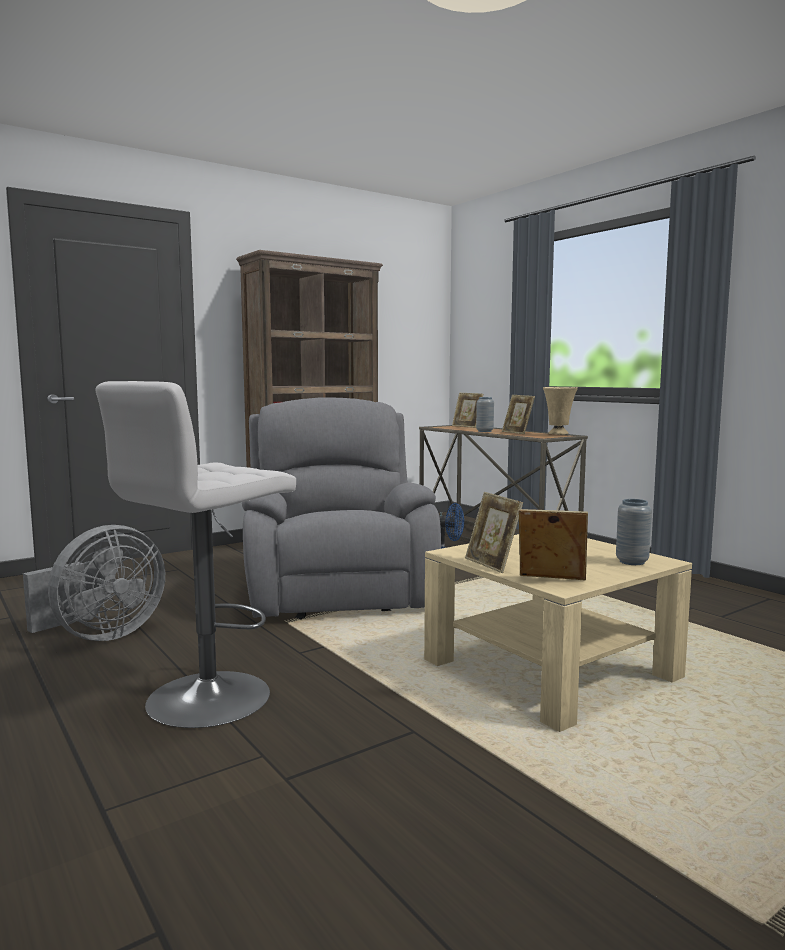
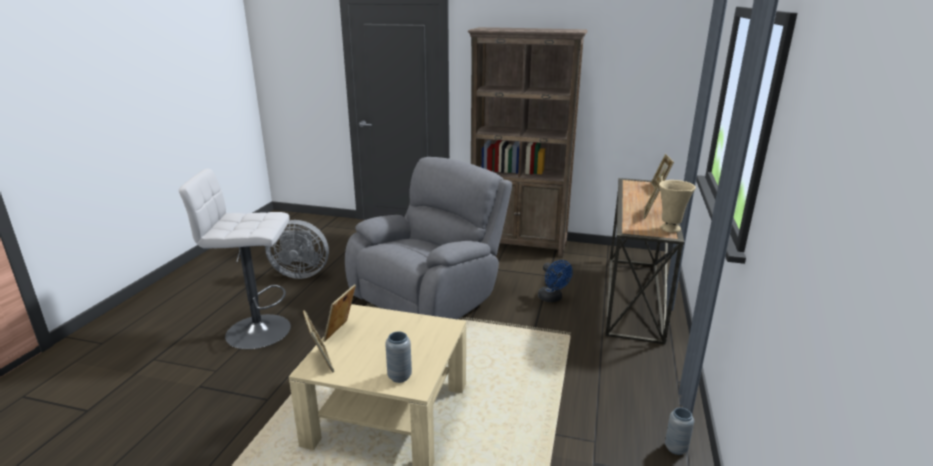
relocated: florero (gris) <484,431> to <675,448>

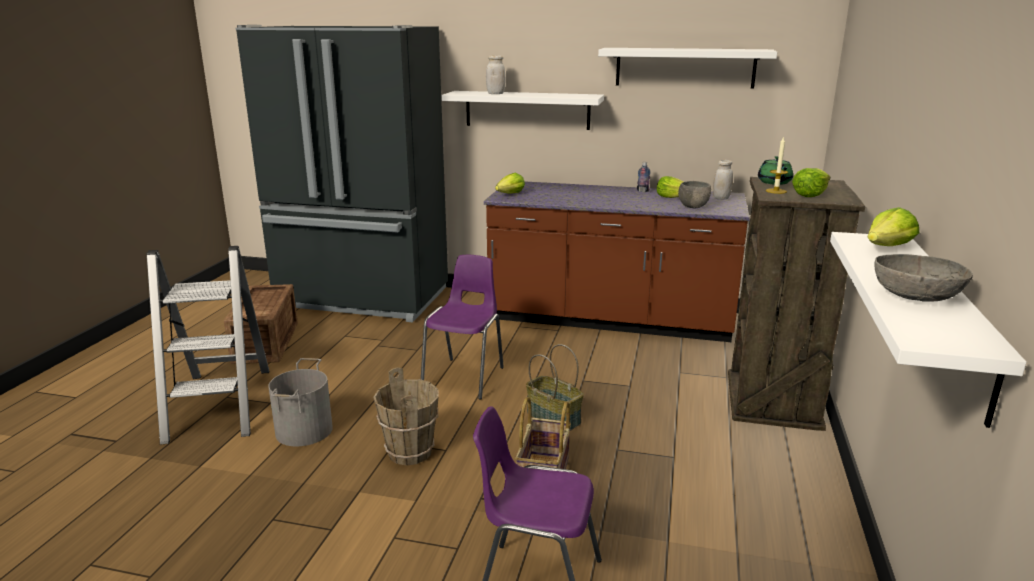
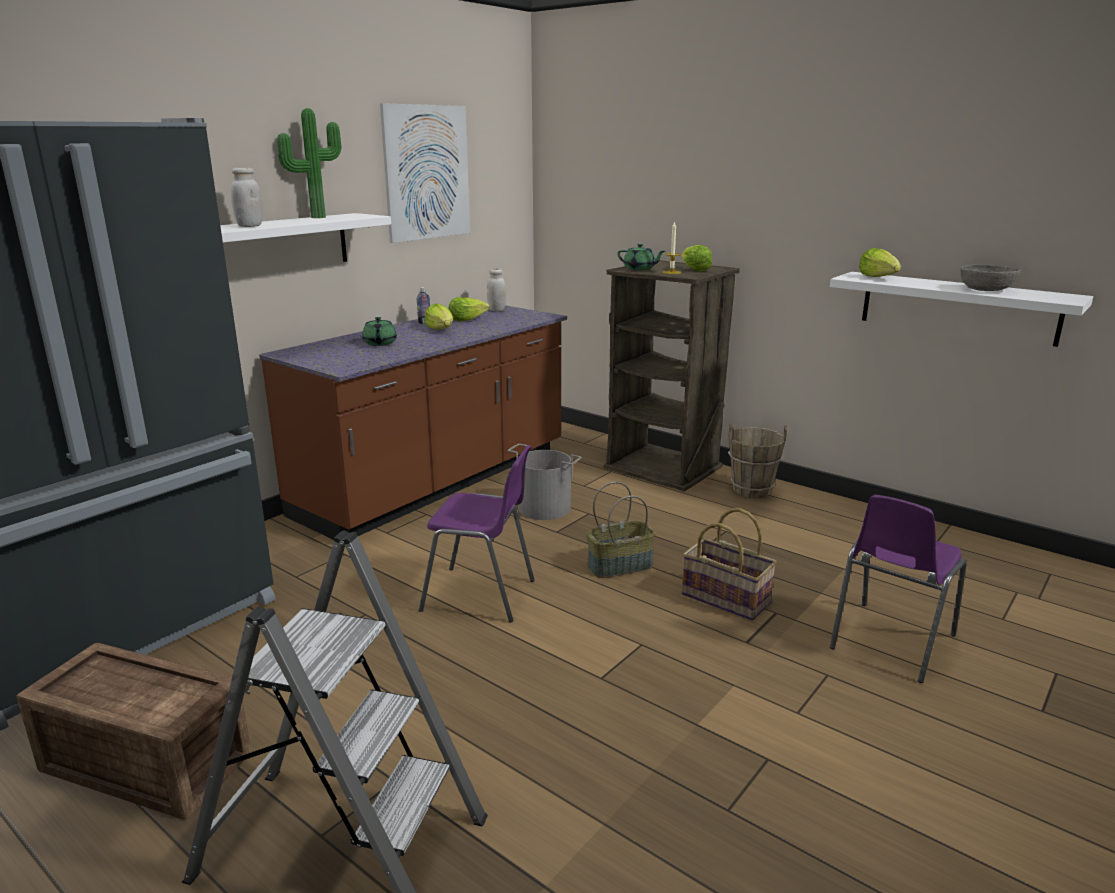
missing: cuenco (gris) <693,207>
appeared: planta en maceta <317,217>; tetera (verde) <379,343>
relocated: lechuga <510,194> to <441,330>; cubo (gris) <303,430> to <543,508>; cubo (marrón) <410,452> to <751,490>
exchanged: estante (blanco) <685,67> to cuadro <427,173>
spun: silla (morado) <465,377> = <481,595> 150 degrees clockwise

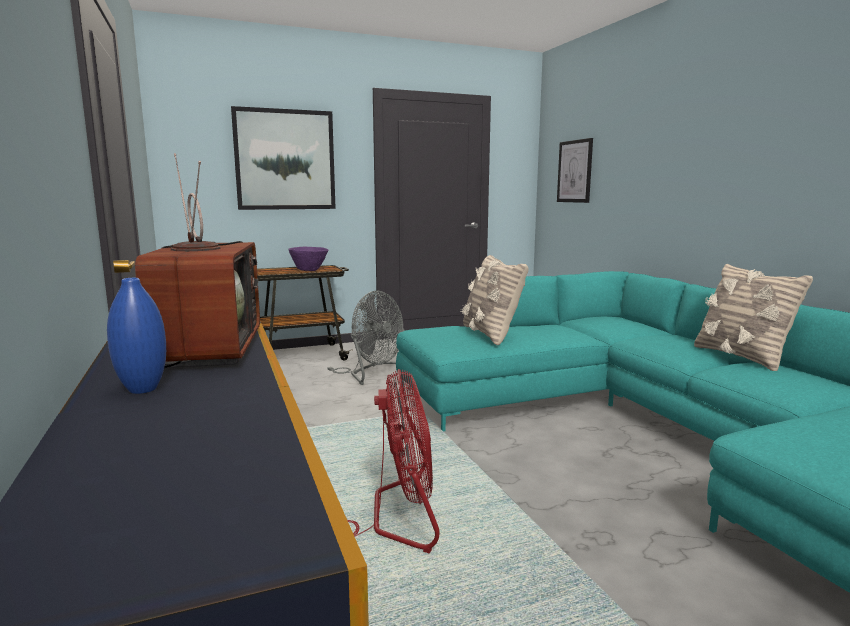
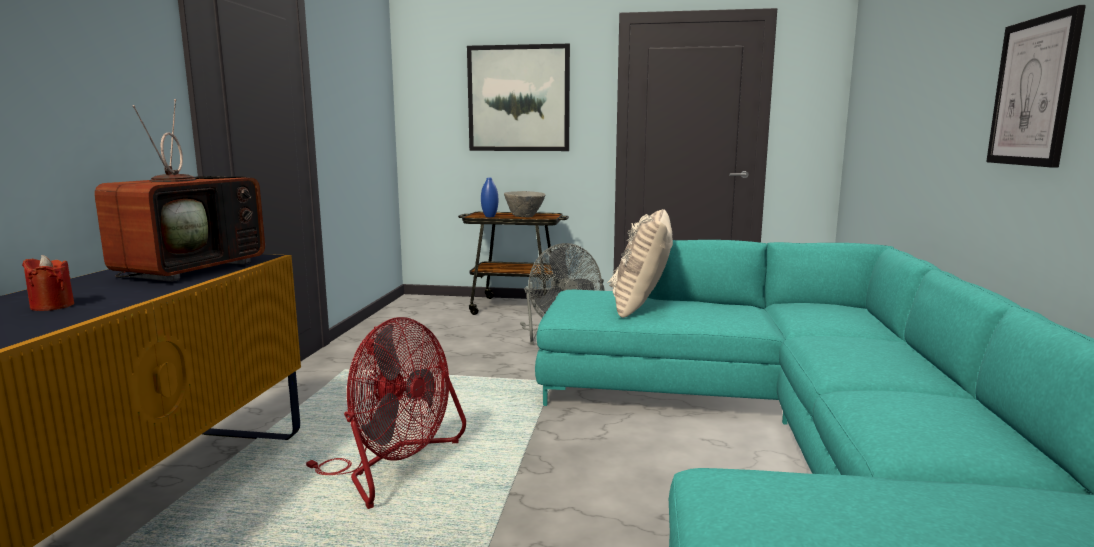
missing: cojín (beis) <741,357>
appeared: vela (rojo) <52,306>
relocated: cuadro <575,171> to <1033,92>; florero (azul) <142,389> to <489,216>
colour: cuenco (morado) <309,270> to cuenco (gris) <524,216>

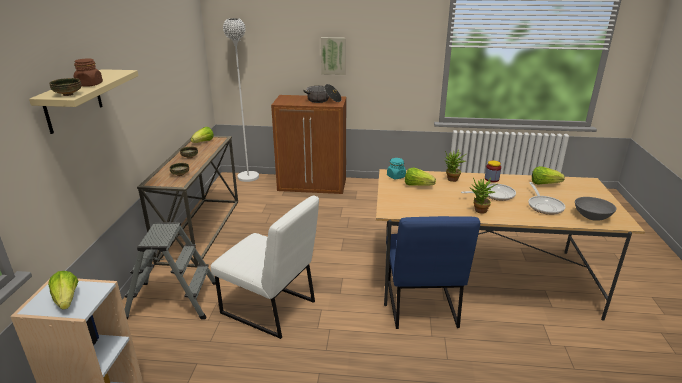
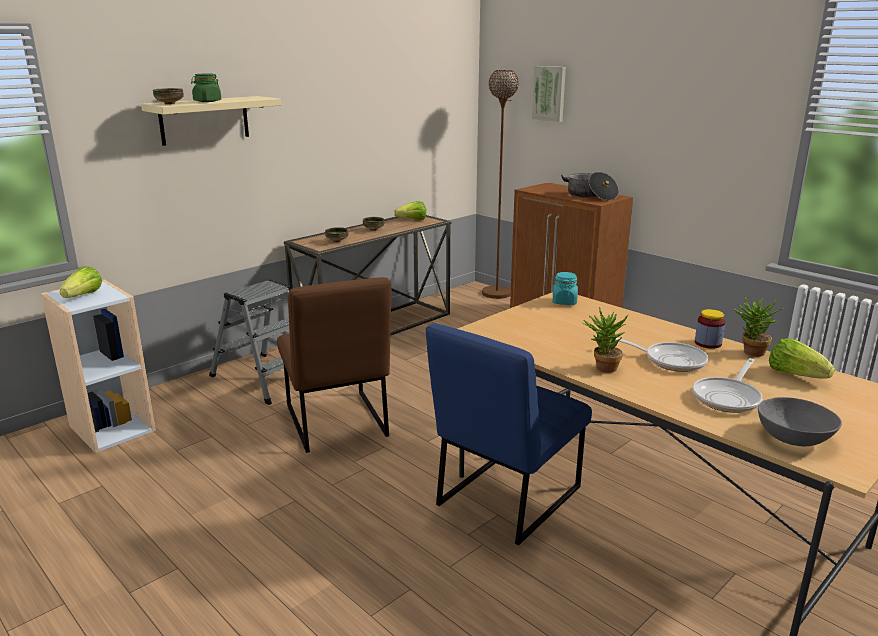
missing: lechuga <417,185>
relocated: cuadro <333,56> to <549,93>; planta en maceta <451,180> to <750,353>
colour: lámpara de pie (blanco) <248,177> to lámpara de pie (marrón) <497,293>; tarro (marrón) <89,85> to tarro (verde) <207,101>; silla (blanco) <270,308> to silla (marrón) <336,422>

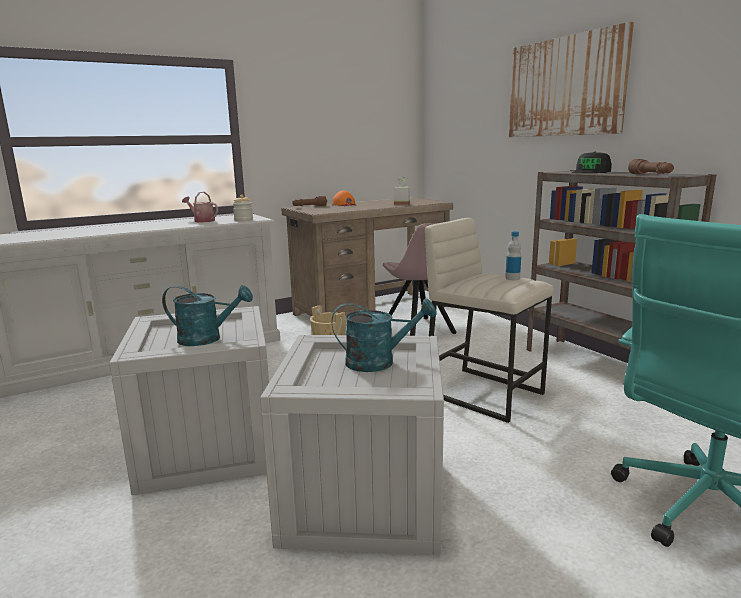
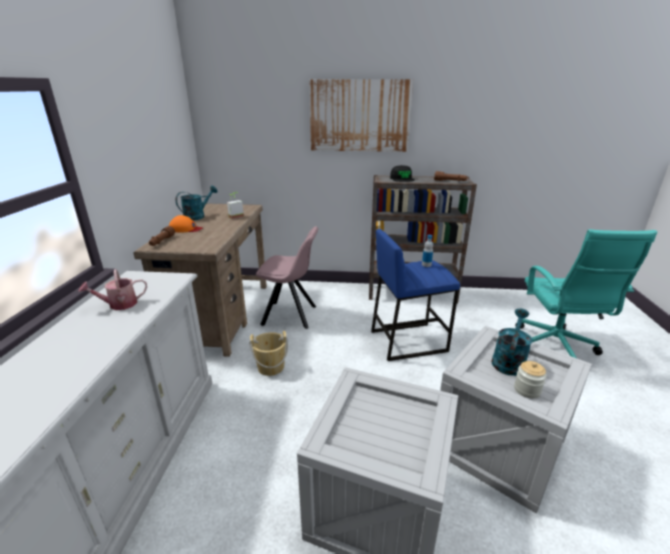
relocated: tarro <243,220> to <527,390>; regadera (turquesa) <207,339> to <197,216>
colour: taburete (beis) <483,393> to taburete (azul) <408,341>

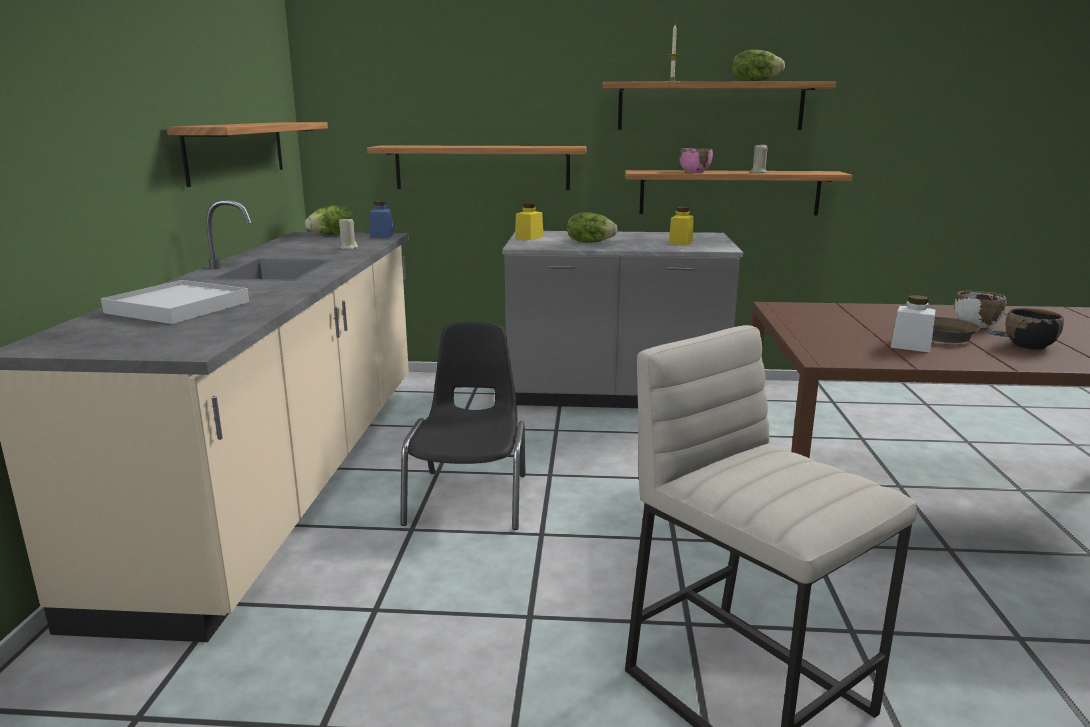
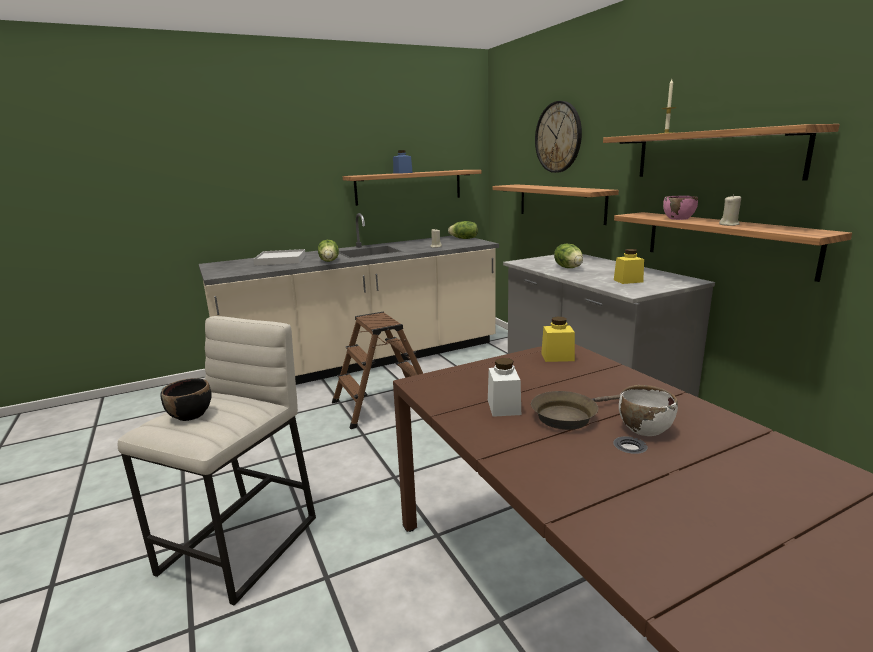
appeared: reloj de pared <558,137>
relocated: lechuga <754,81> to <329,261>; tarro (azul) <382,235> to <402,173>; tarro (amarillo) <529,237> to <557,357>; cuenco (negro) <1029,345> to <191,414>
exchanged: silla (negro) <470,498> to escalera de tijera (marrón) <384,404>

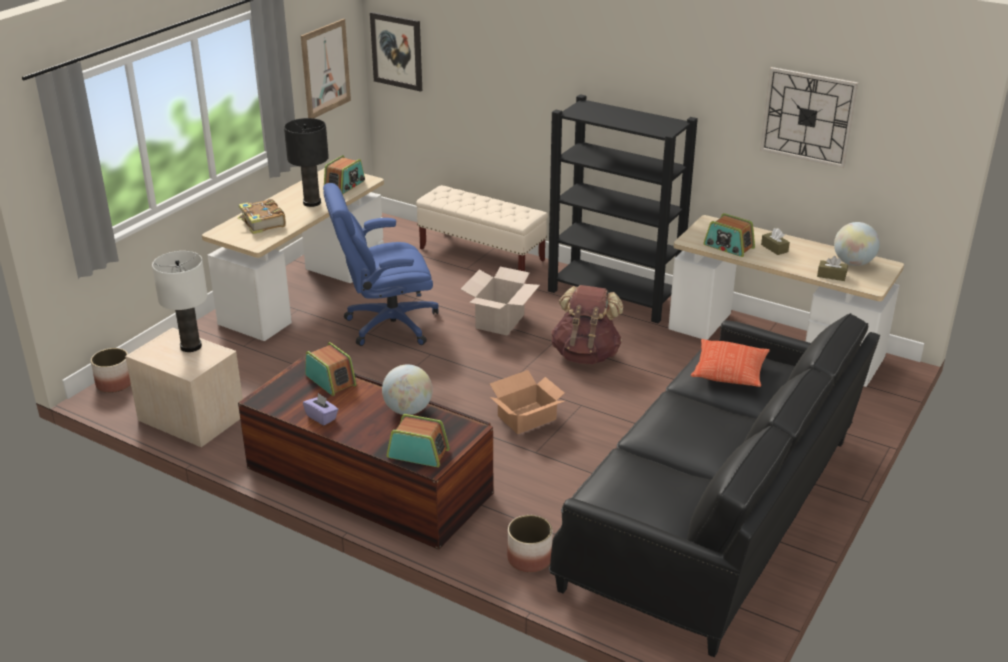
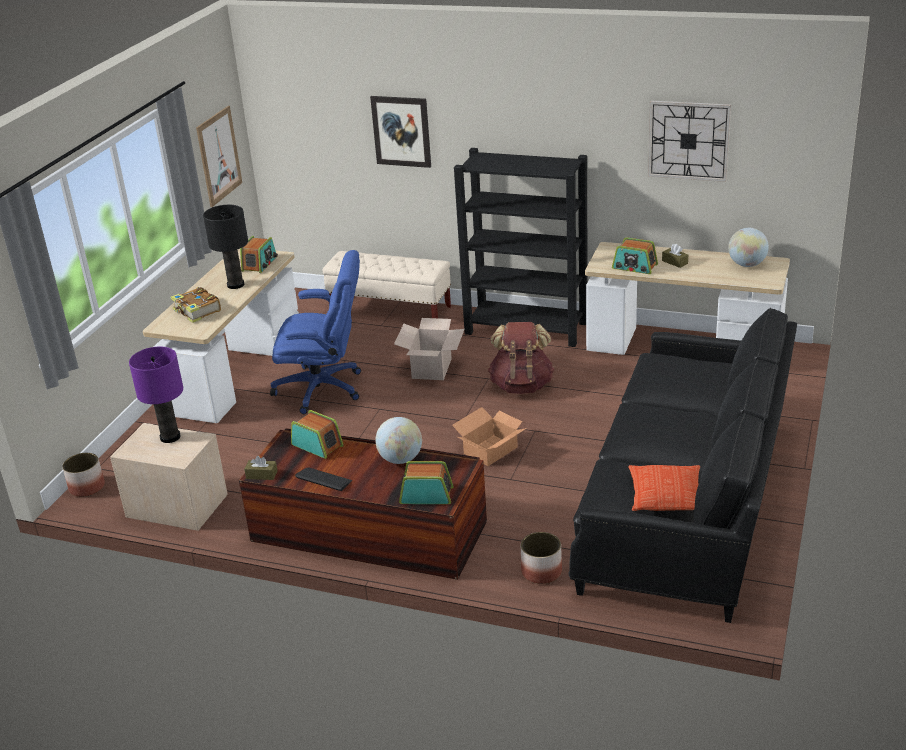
relocated: cuadro <397,51> to <401,131>; caja de pañuelos (marrón) <831,275> to <261,475>; cojín (naranja) <729,373> to <665,498>
exchanged: caja de pañuelos (morado) <321,417> to teclado <324,479>
colour: lámpara de mesa (blanco) <190,346> to lámpara de mesa (morado) <170,437>
spun: silla de oficina (azul) <385,325> = <326,389> 150 degrees counterclockwise

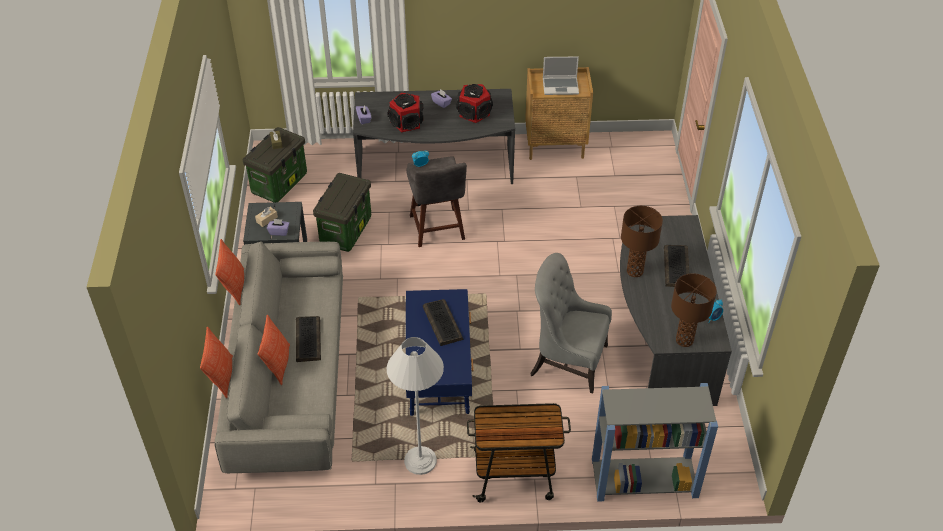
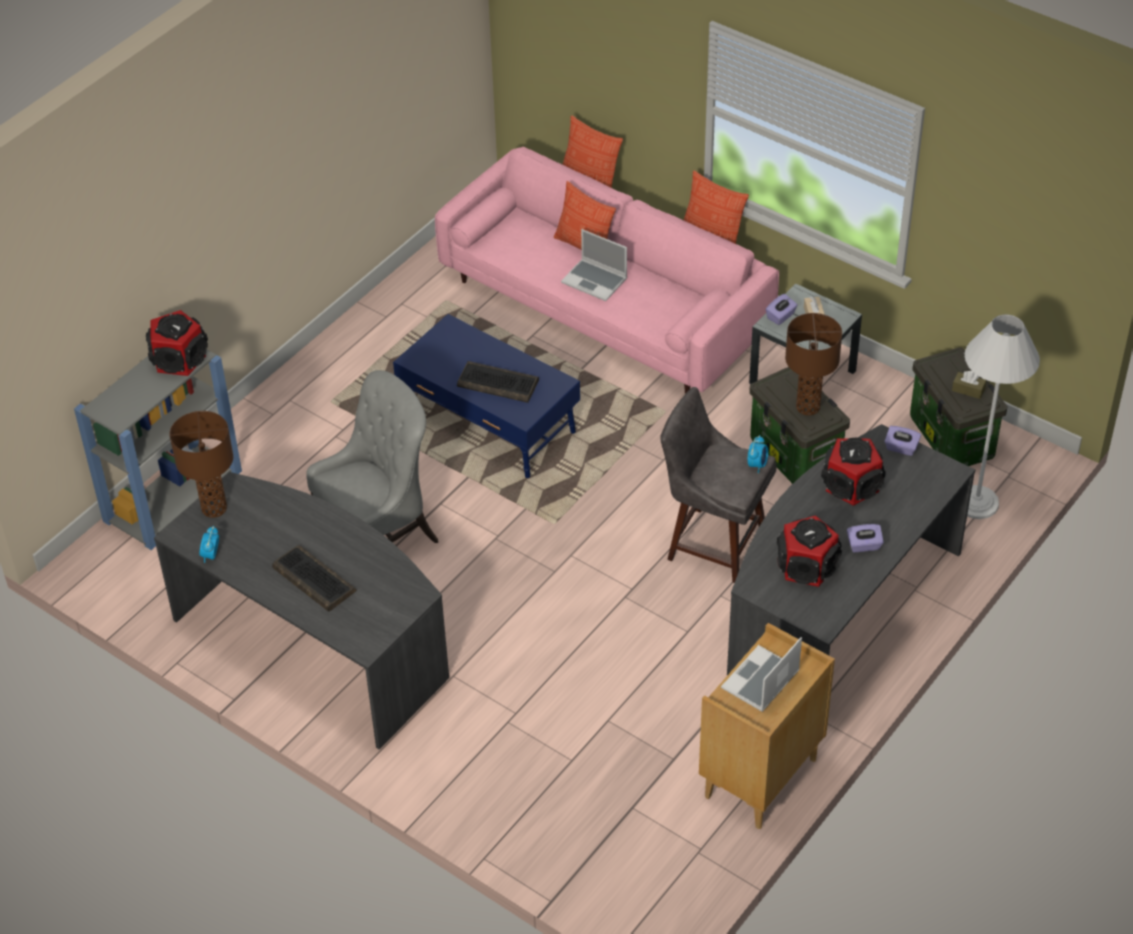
missing: carrito <515,475>
appeared: altavoz <179,359>
relocated: lámpara de mesa (marrón) <635,271> to <807,407>; lámpara de pie (blanco) <420,460> to <976,502>
exchanged: teclado <307,339> to portátil <595,281>
colour: sofá (gris) <290,376> to sofá (rosa) <604,307>

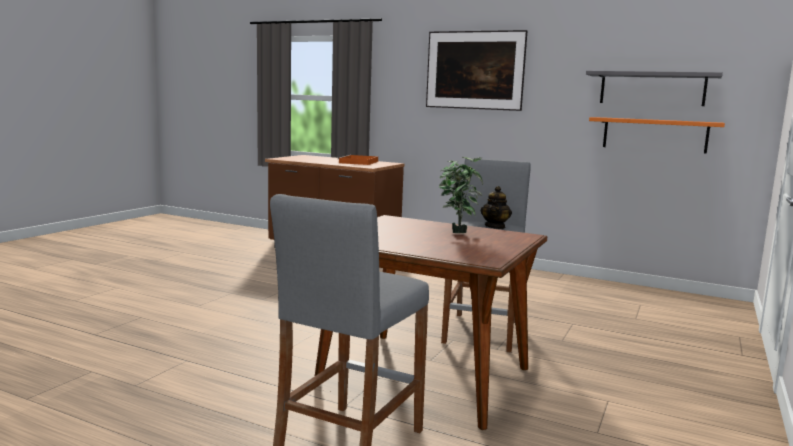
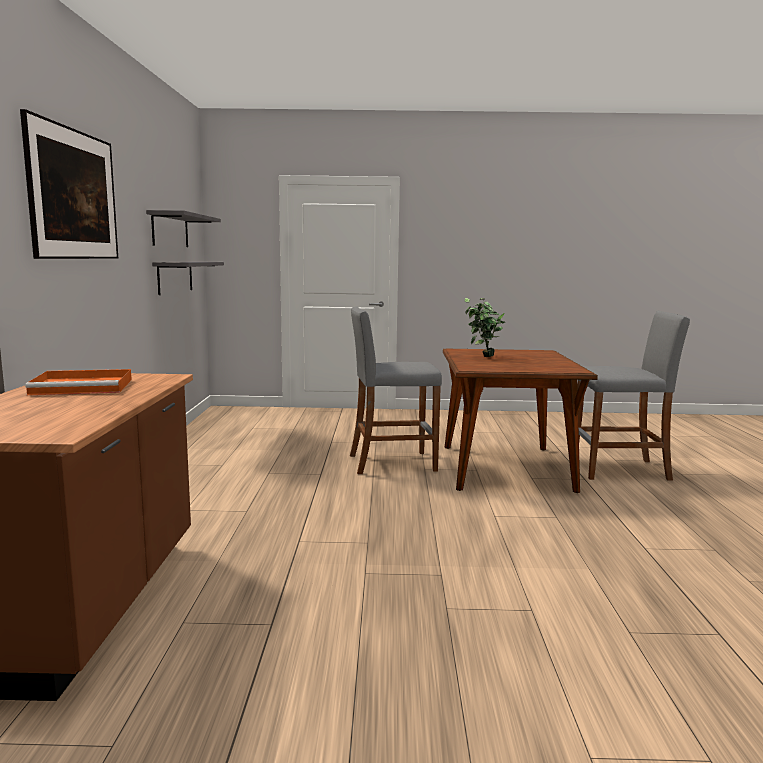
missing: tetera <495,227>
colour: estante (naranja) <654,135> to estante (gris) <175,277>

